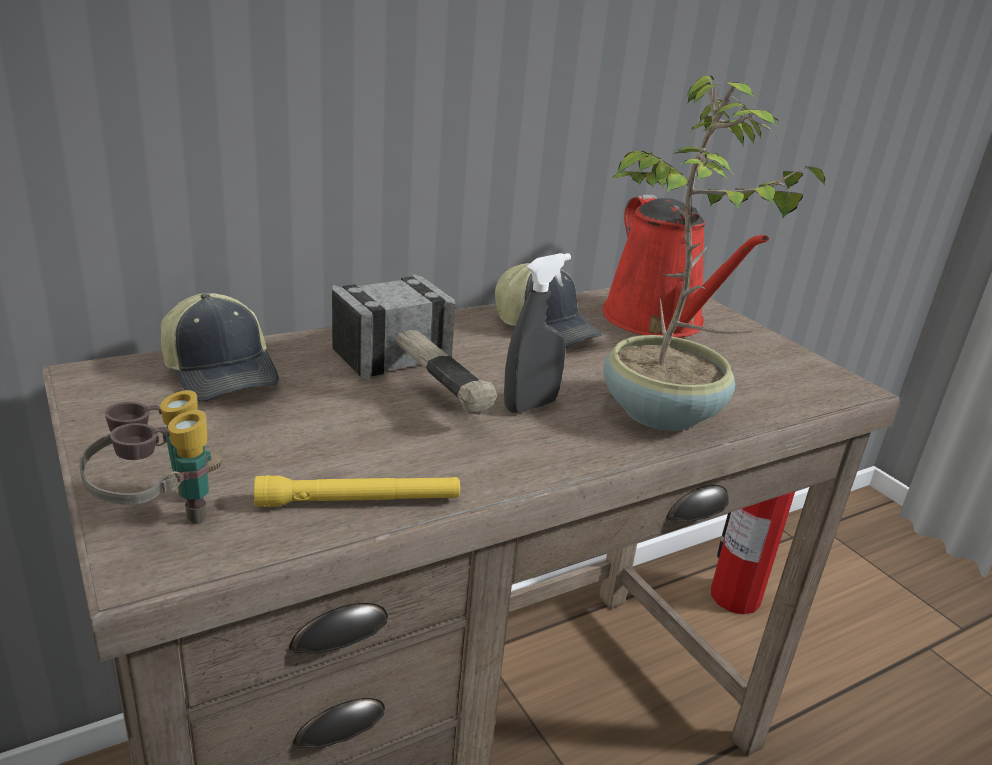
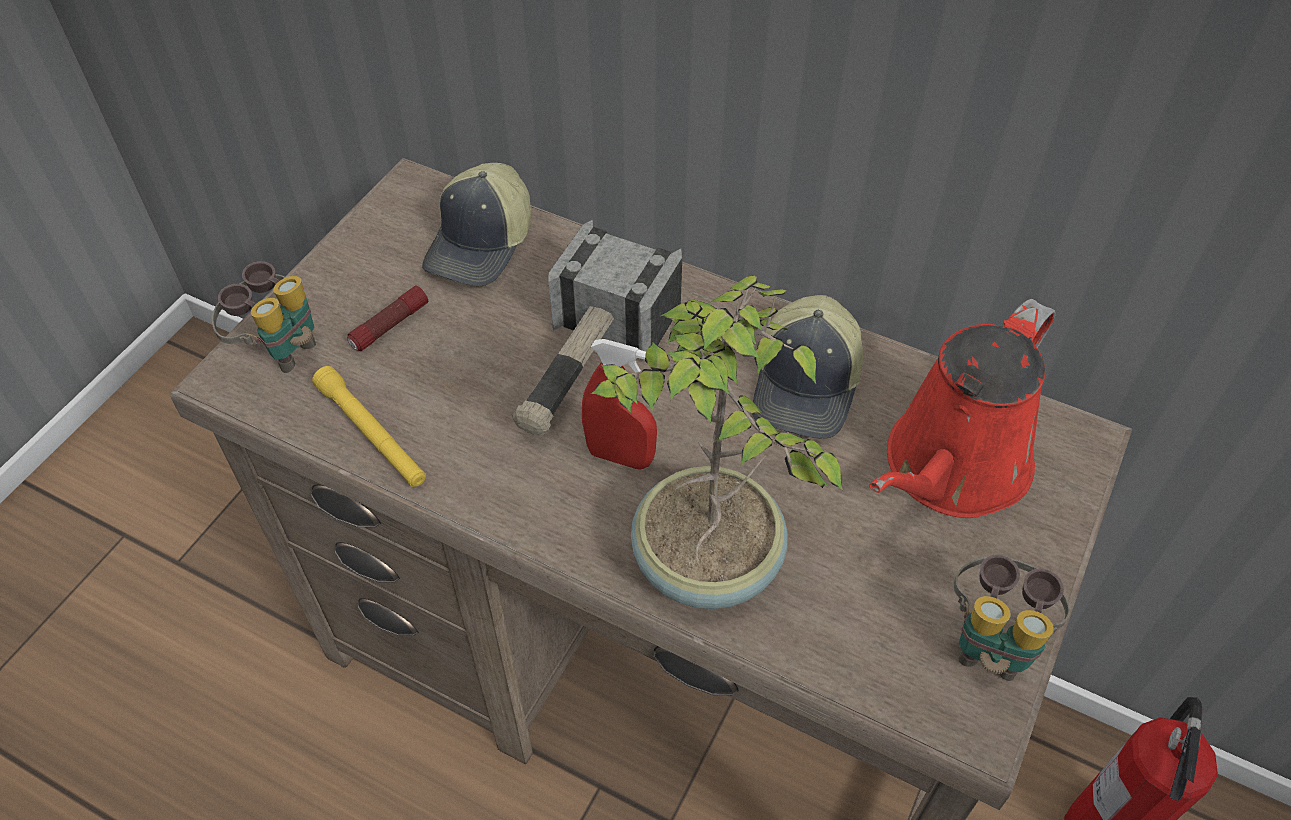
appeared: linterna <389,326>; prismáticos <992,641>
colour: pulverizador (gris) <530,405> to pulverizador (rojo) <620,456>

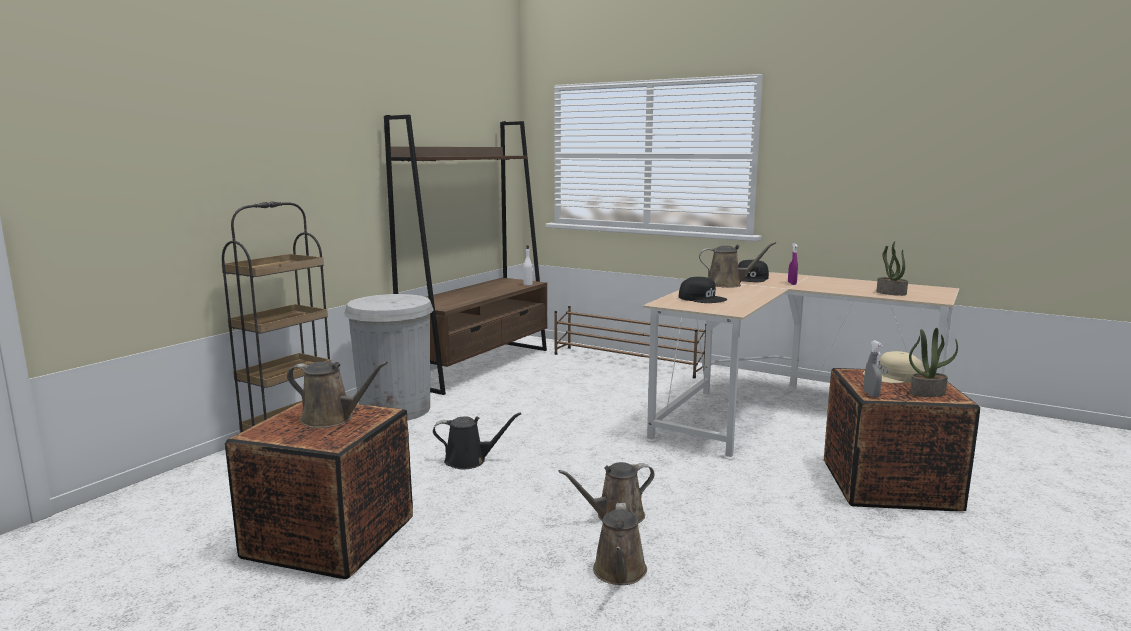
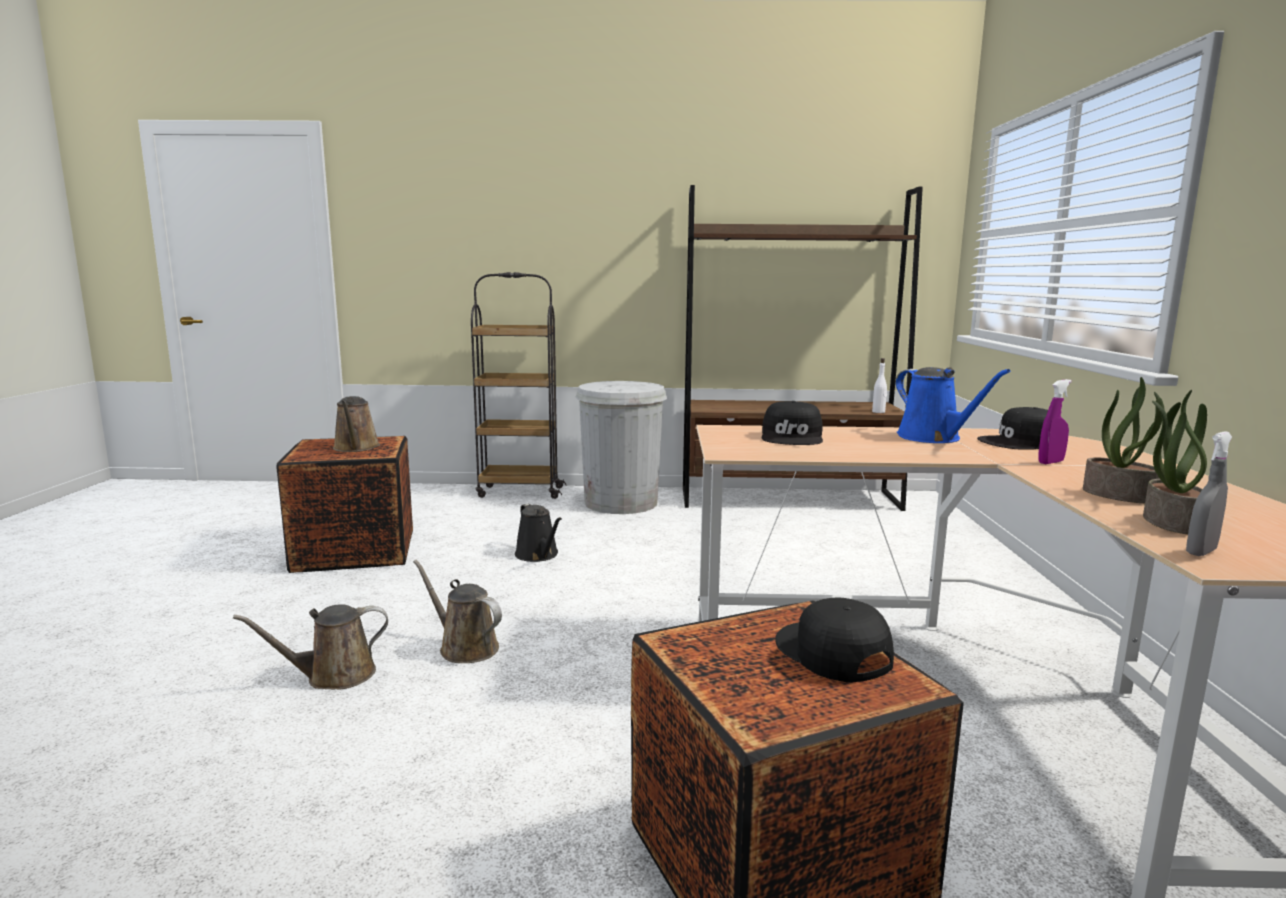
missing: zapatero (marrón) <628,362>
relocated: planta en maceta <927,393> to <1119,495>; pulverizador (gris) <871,394> to <1201,552>
colour: regadera (marrón) <727,284> to regadera (azul) <933,438>; gorra (beis) <893,377> to gorra (negro) <831,652>

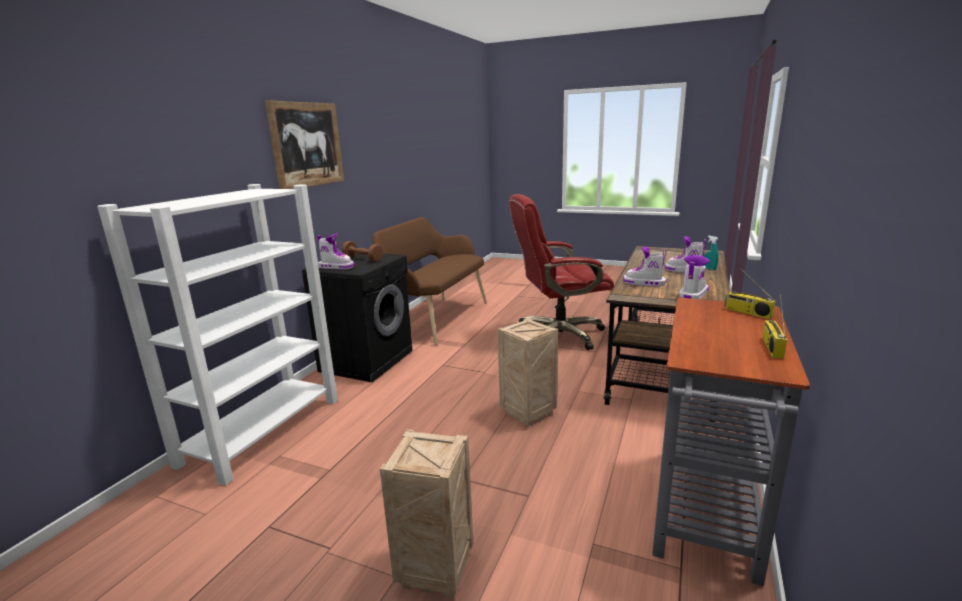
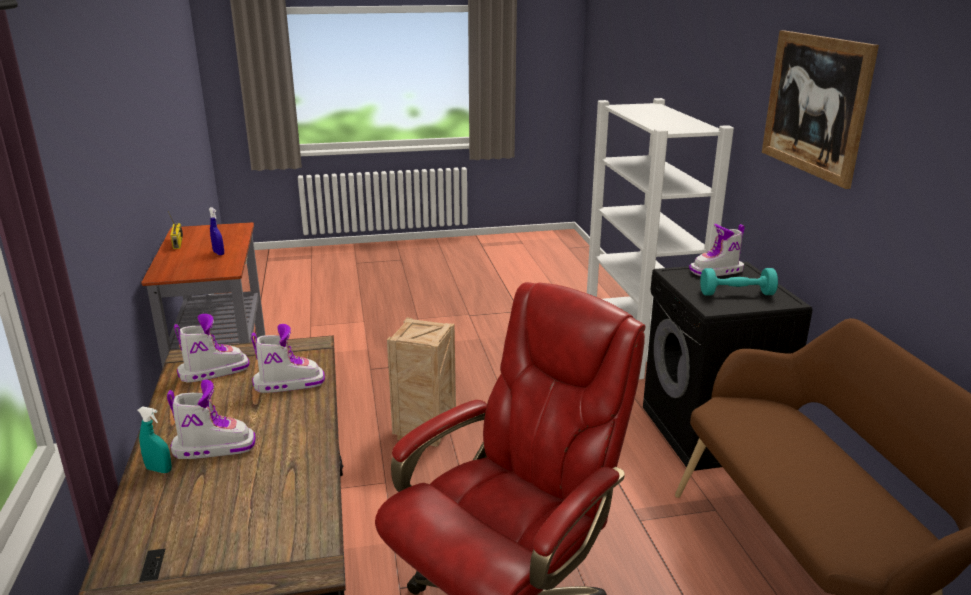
missing: radio <747,312>; caja de embalaje <433,571>
appeared: pulverizador (azul) <218,253>
colour: mancuerna (marrón) <363,259> to mancuerna (turquesa) <736,294>
spun: bota <693,294> = <213,371> 120 degrees counterclockwise

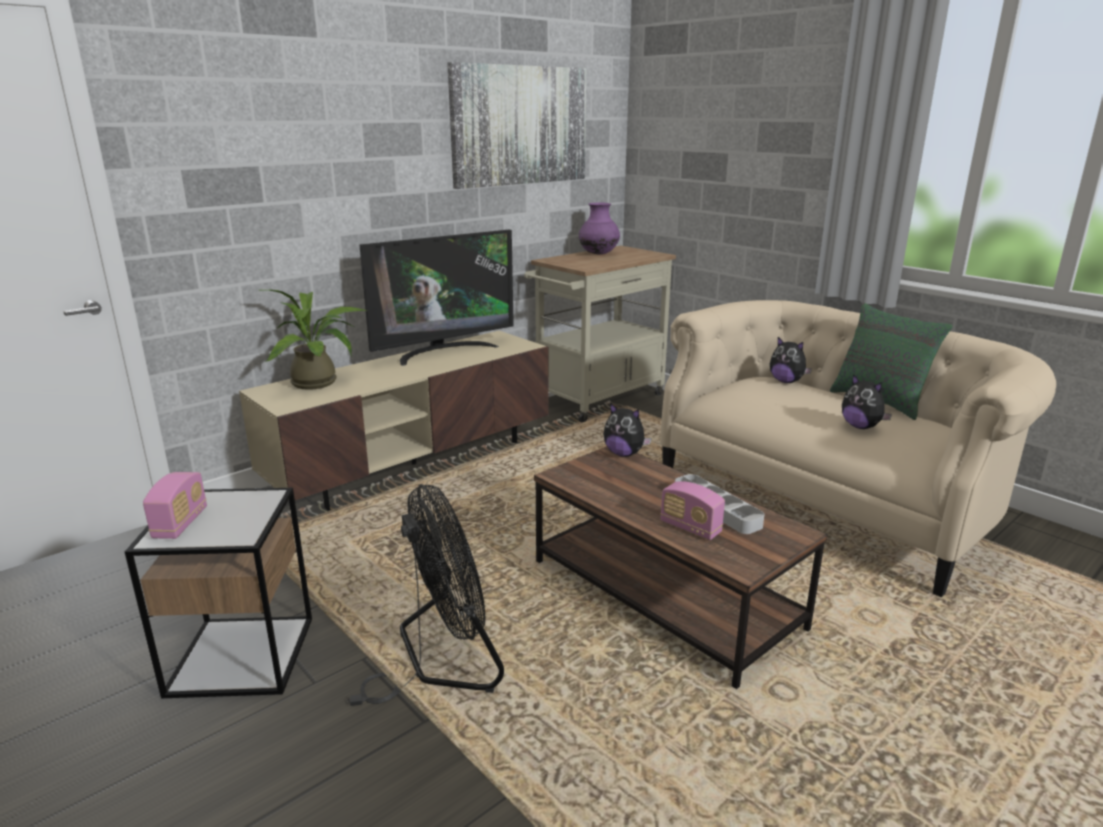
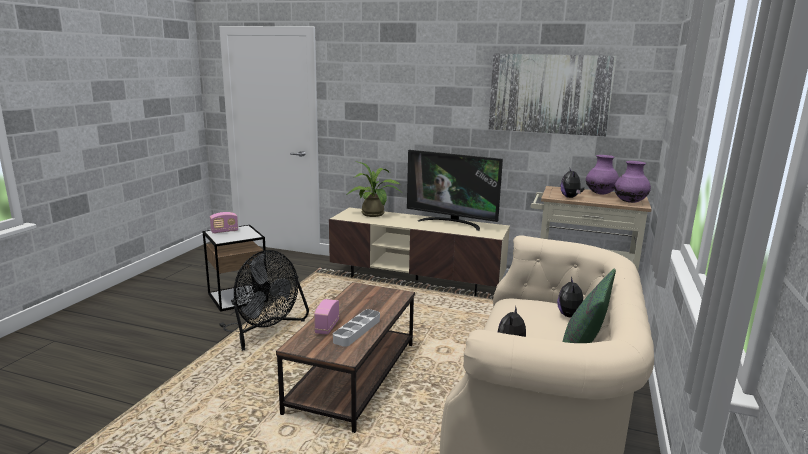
appeared: florero (morado) <630,202>
relocated: peluche <624,454> to <570,197>

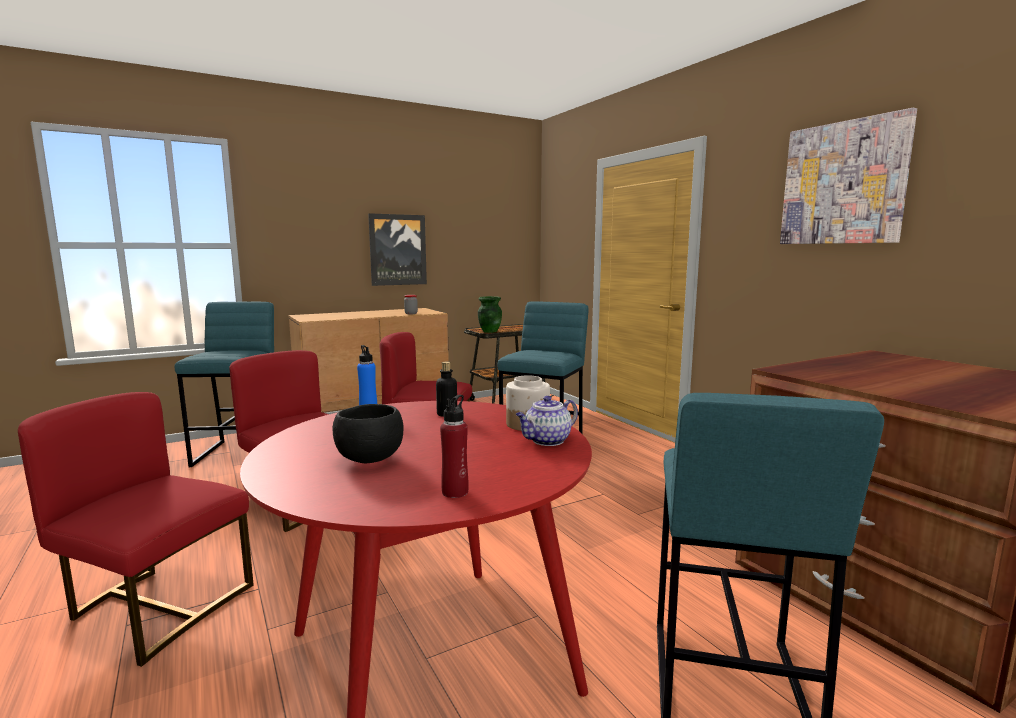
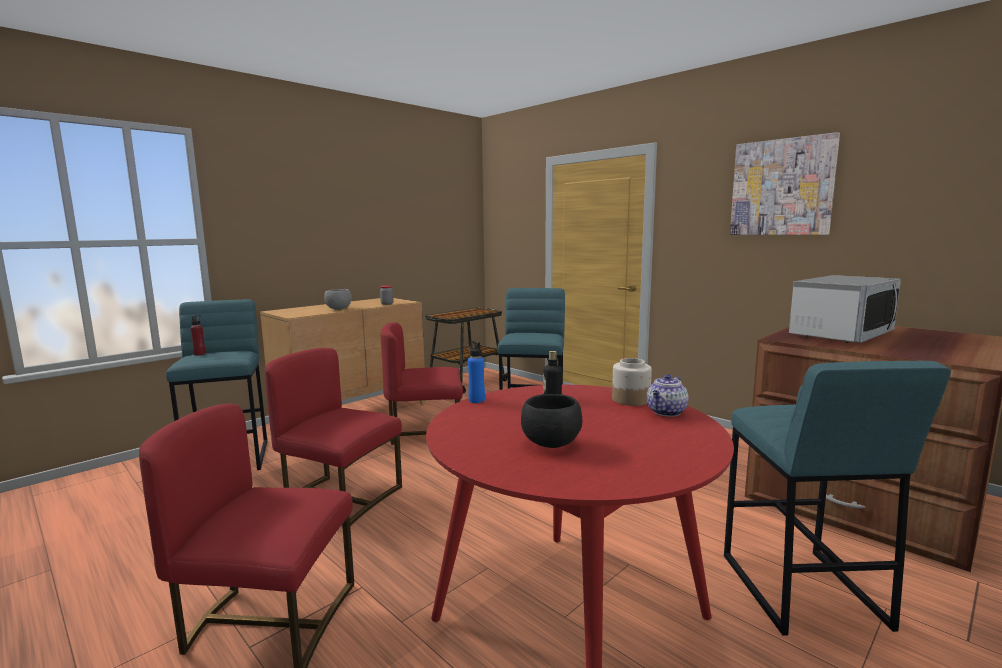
missing: cuadro <397,250>; florero (verde) <489,331>
appeared: microondas <840,335>; cuenco (gris) <338,309>
relocated: botella (rojo) <455,492> to <199,354>

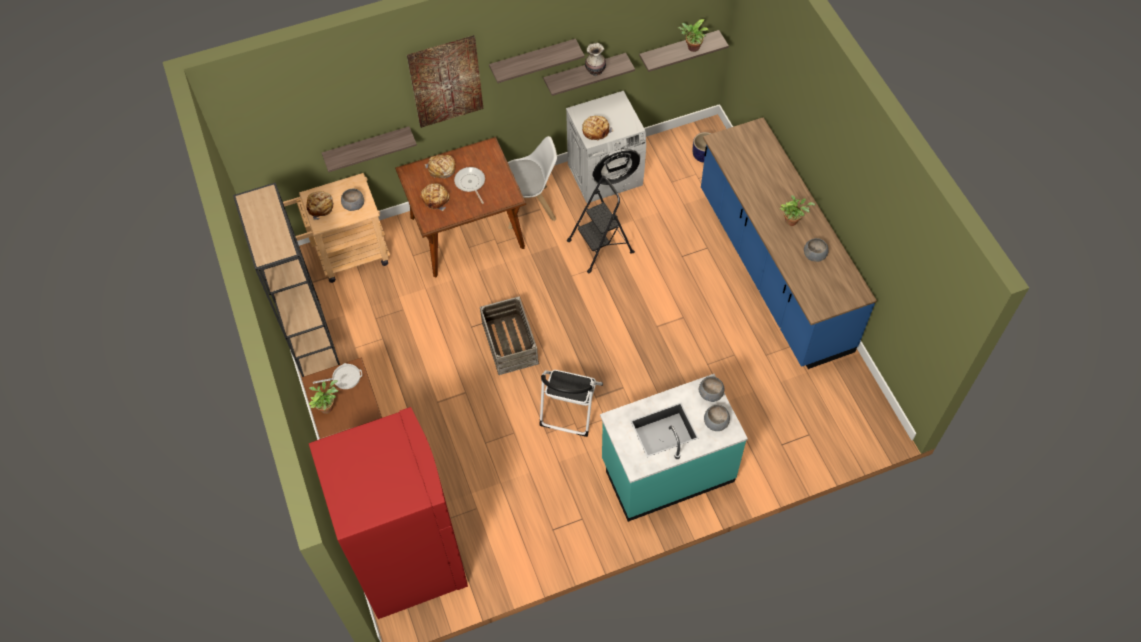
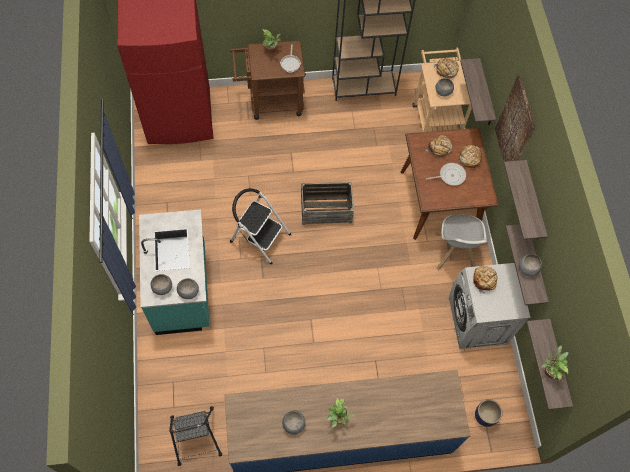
relocated: escalera de tijera (negro) <602,245> to <196,437>
exchanged: florero <595,71> to cuenco (gris) <527,268>

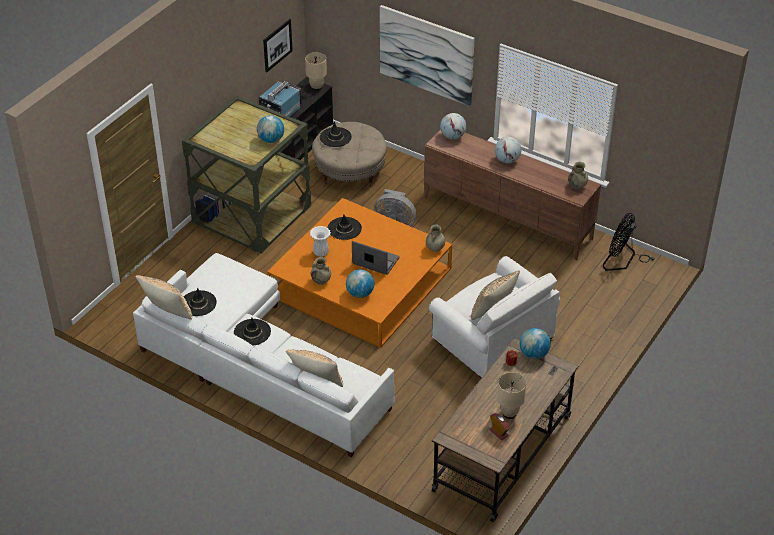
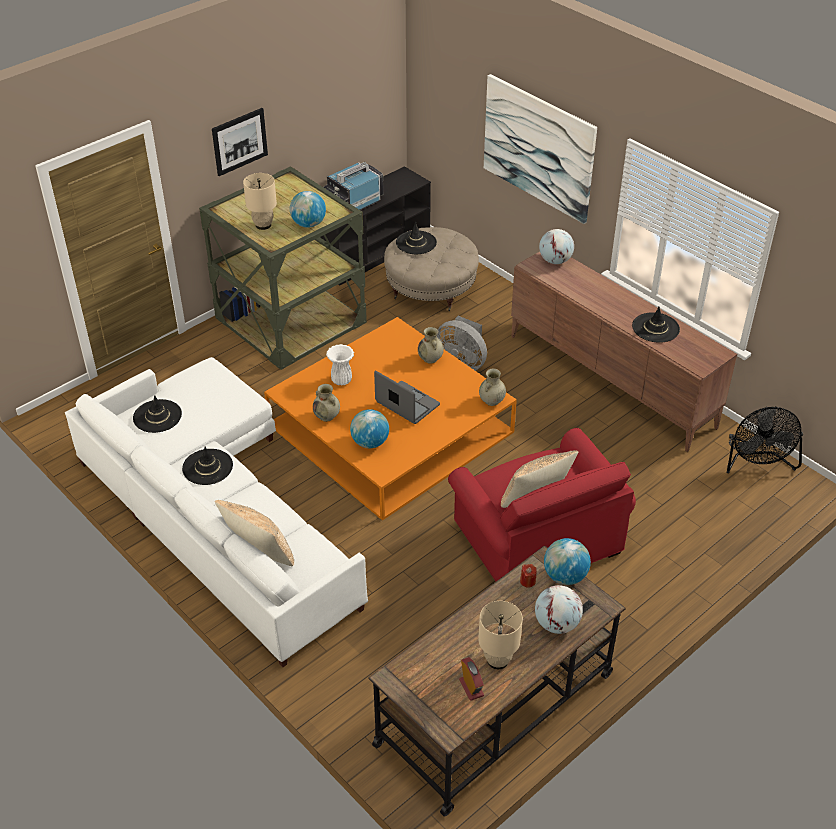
missing: cojín (beis) <167,314>
relocated: cuadro <277,45> to <239,141>; lámpara de mesa (beis) <316,87> to <263,225>; globo terráqueo <507,160> to <557,624>; florero (beis) <577,186> to <430,359>; sombrero (negro) <344,228> to <655,328>
colour: sillón (blanco) <492,339> to sillón (rojo) <537,539>
spun: ventilador (negro) <624,258> = <754,461> 135 degrees counterclockwise

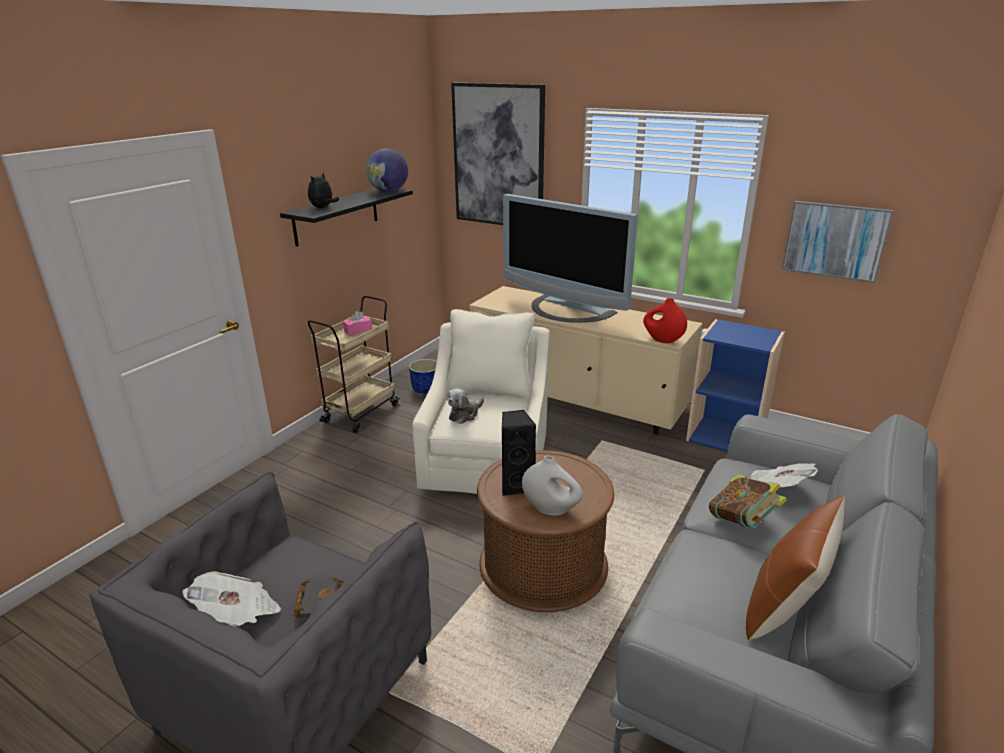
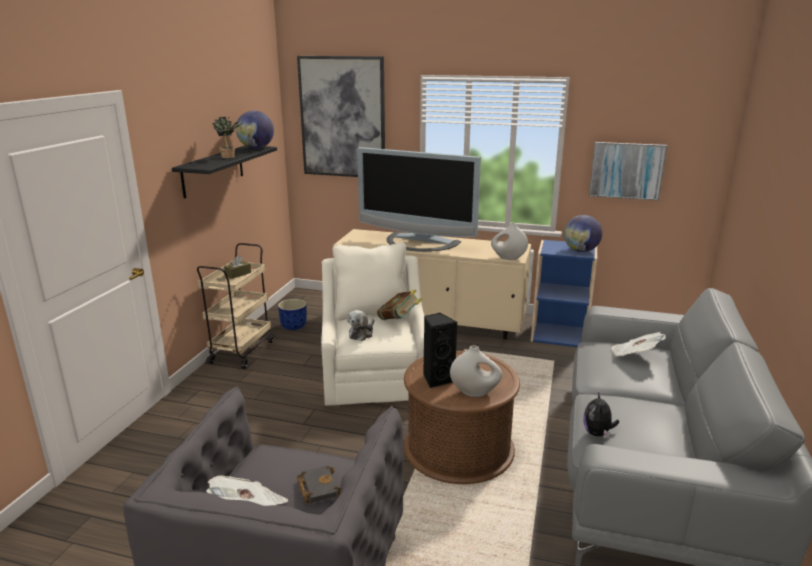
missing: cojín (marrón) <784,608>
appeared: planta en maceta <230,157>; globo terráqueo <581,251>
relocated: peluche <323,208> to <597,433>; libro <742,522> to <399,320>
colour: florero (rojo) <662,340> to florero (blanco) <508,258>; caja de pañuelos (rosa) <358,330> to caja de pañuelos (marrón) <238,274>

